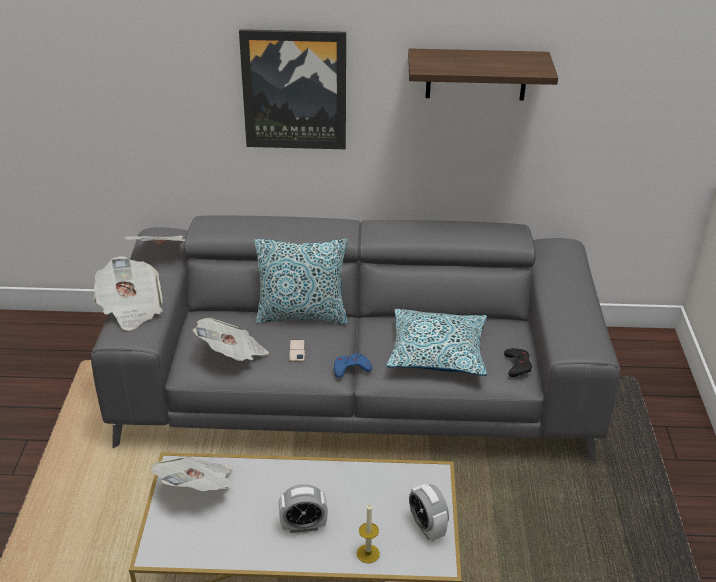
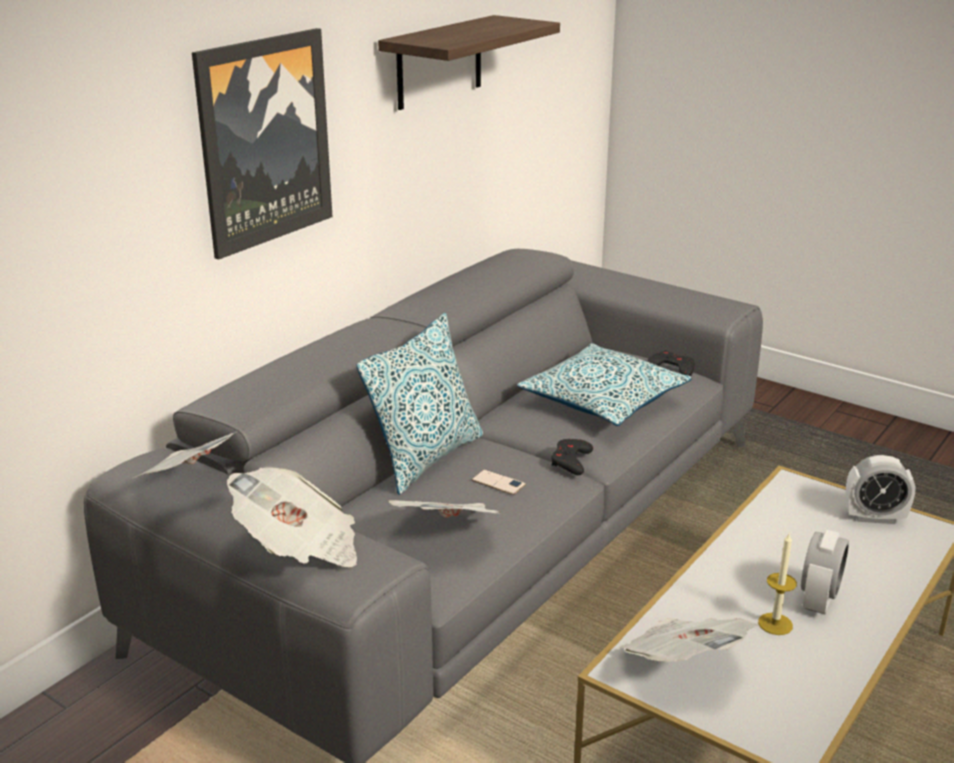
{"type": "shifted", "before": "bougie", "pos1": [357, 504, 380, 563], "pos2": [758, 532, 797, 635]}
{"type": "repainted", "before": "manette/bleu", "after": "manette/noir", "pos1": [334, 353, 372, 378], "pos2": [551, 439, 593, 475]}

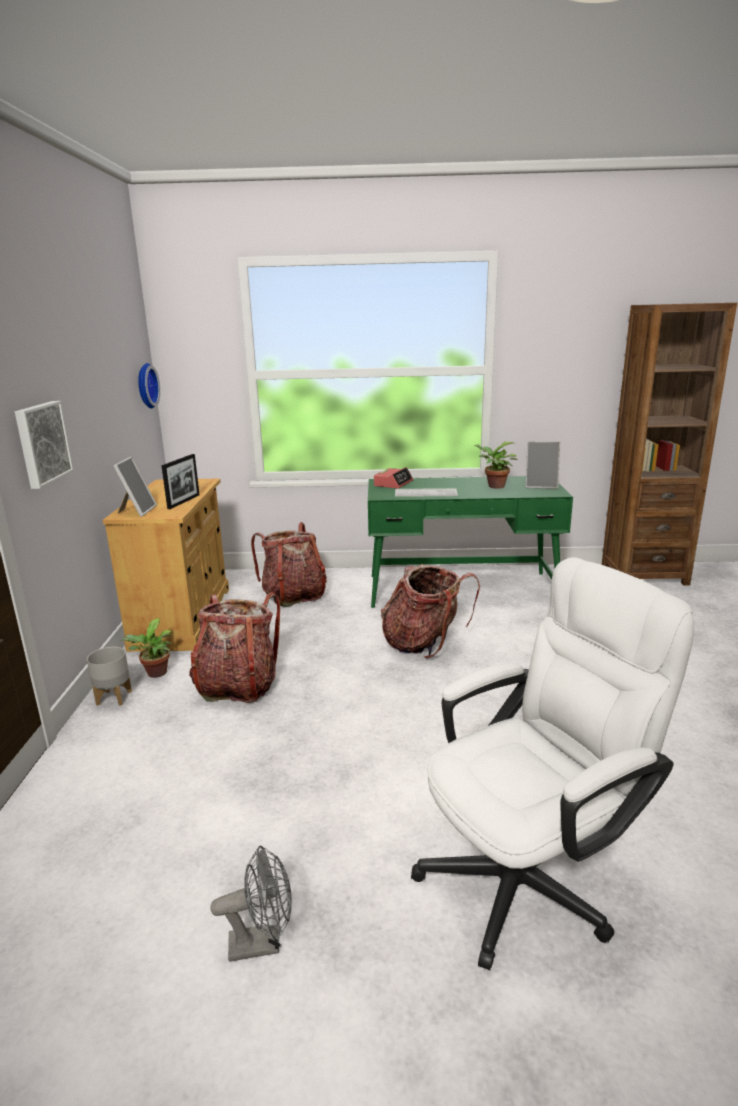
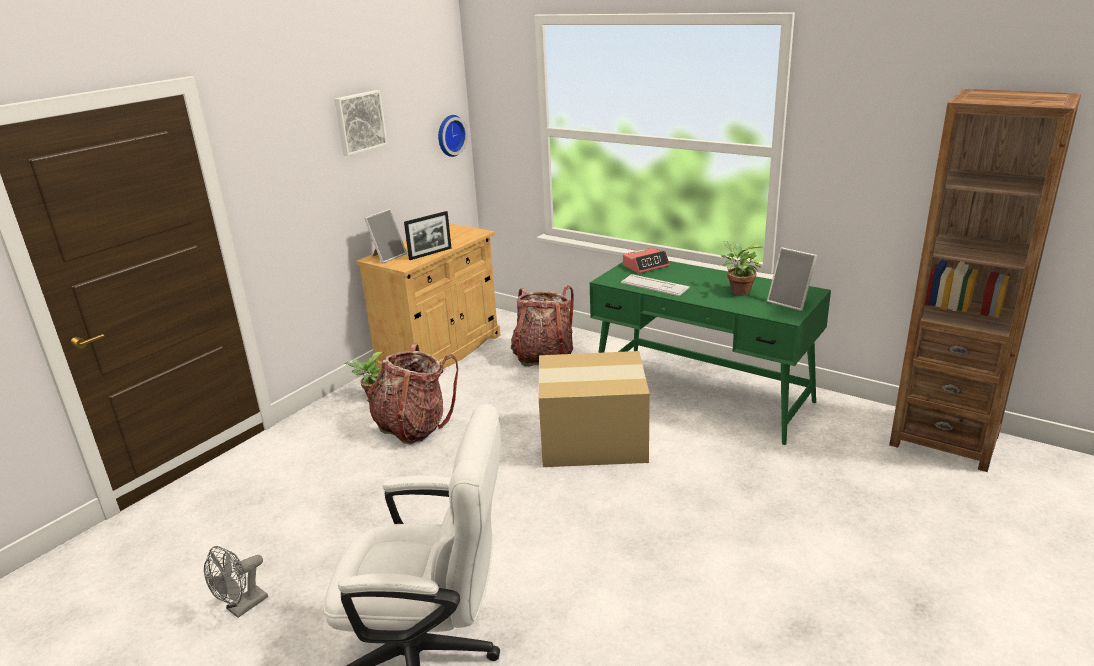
{"type": "gone", "before": "cache-pot/gris", "pos1": [87, 647, 132, 706]}
{"type": "shifted", "before": "tableau", "pos1": [15, 401, 74, 489], "pos2": [334, 90, 388, 156]}
{"type": "swapped", "before": "sac à dos", "after": "carton", "pos1": [381, 564, 480, 659], "pos2": [539, 351, 650, 467]}
{"type": "rotated", "before": "ventilateur/gris", "pos1": [210, 845, 292, 962], "pos2": [204, 546, 268, 618], "turn": 105}

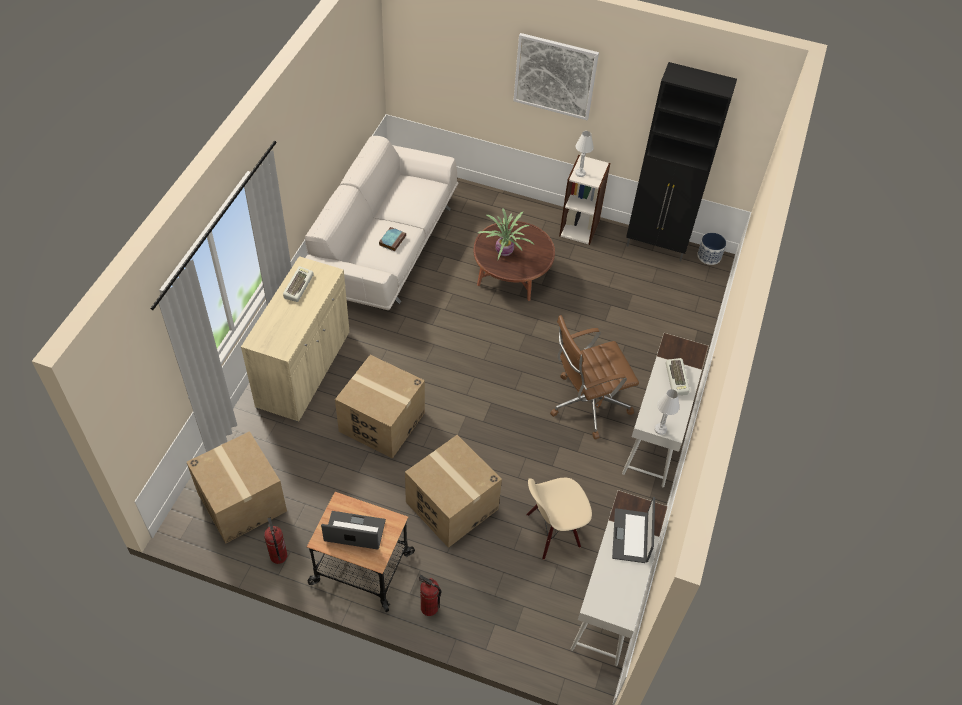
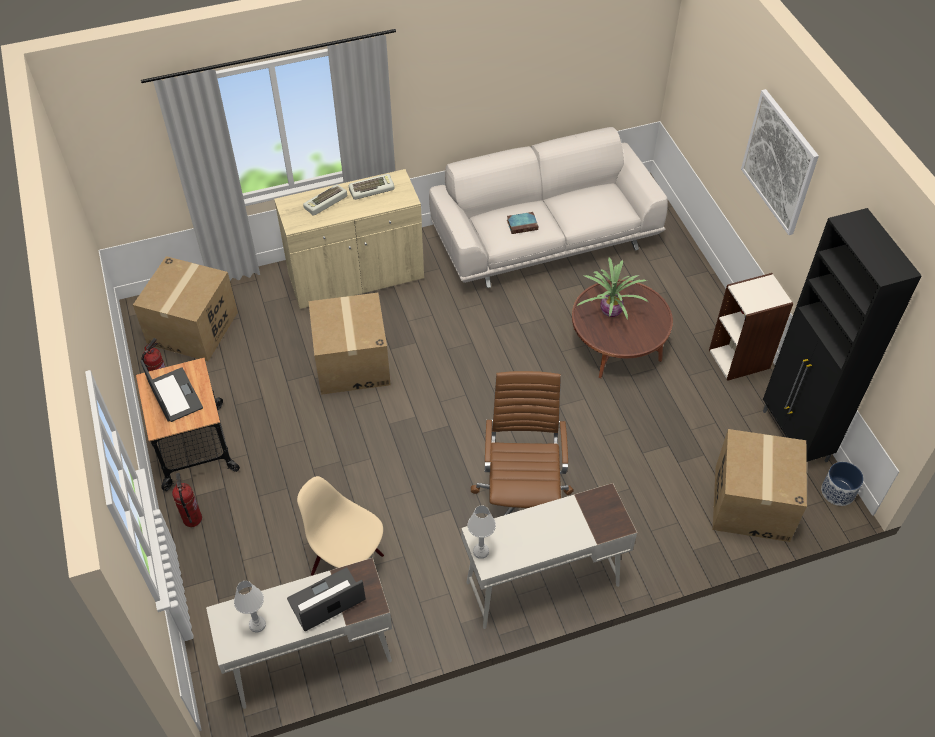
{"type": "shifted", "before": "carton", "pos1": [405, 435, 502, 548], "pos2": [712, 429, 807, 542]}
{"type": "shifted", "before": "lampe de table/blanc", "pos1": [575, 131, 594, 177], "pos2": [234, 581, 266, 633]}
{"type": "shifted", "before": "clavier", "pos1": [666, 358, 690, 395], "pos2": [303, 184, 347, 216]}
{"type": "rotated", "before": "chaise de bureau/marron", "pos1": [550, 315, 639, 440], "pos2": [471, 371, 574, 515], "turn": 60}

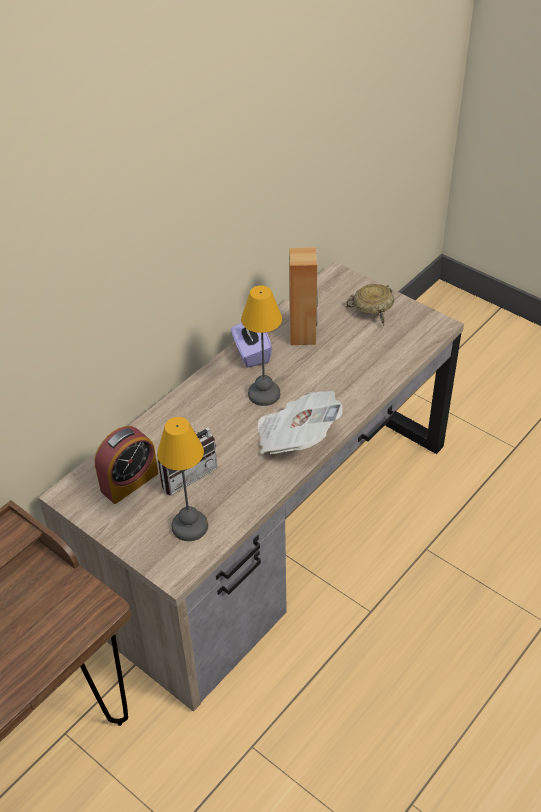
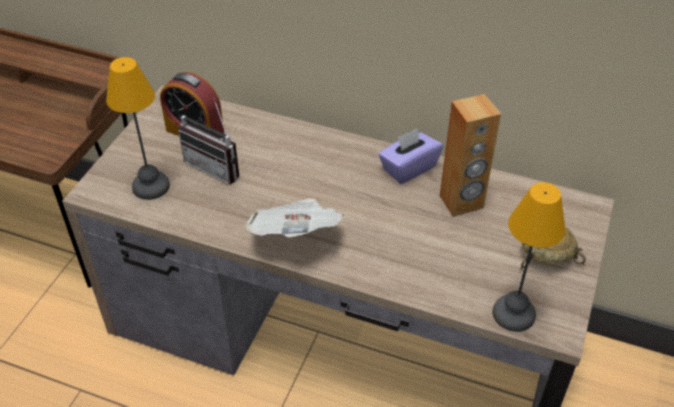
{"type": "shifted", "before": "lampe de table", "pos1": [241, 286, 282, 406], "pos2": [492, 182, 566, 332]}

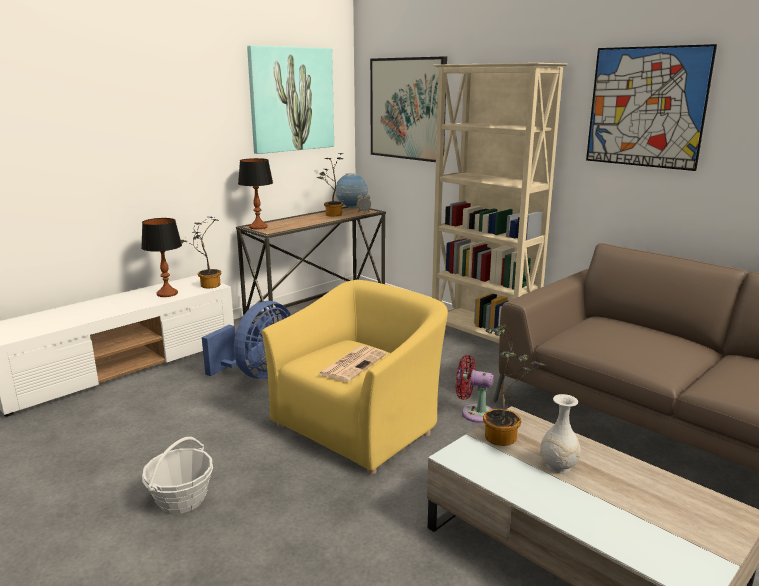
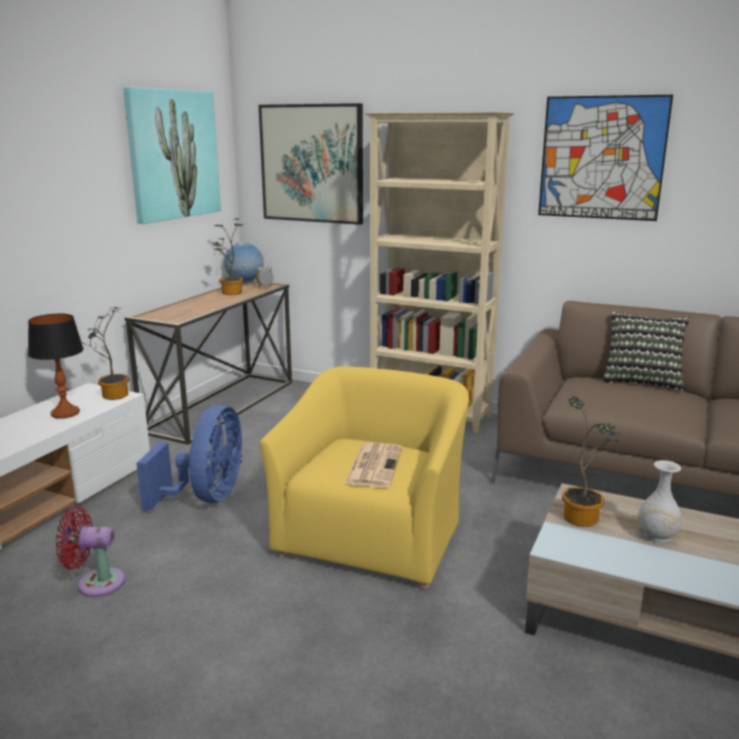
{"type": "gone", "before": "panier", "pos1": [142, 437, 213, 514]}
{"type": "gone", "before": "lampe de table", "pos1": [238, 158, 273, 229]}
{"type": "new", "after": "coussin", "pos2": [602, 311, 691, 392]}
{"type": "shifted", "before": "ventilateur/rouge", "pos1": [456, 355, 494, 423], "pos2": [56, 507, 125, 597]}

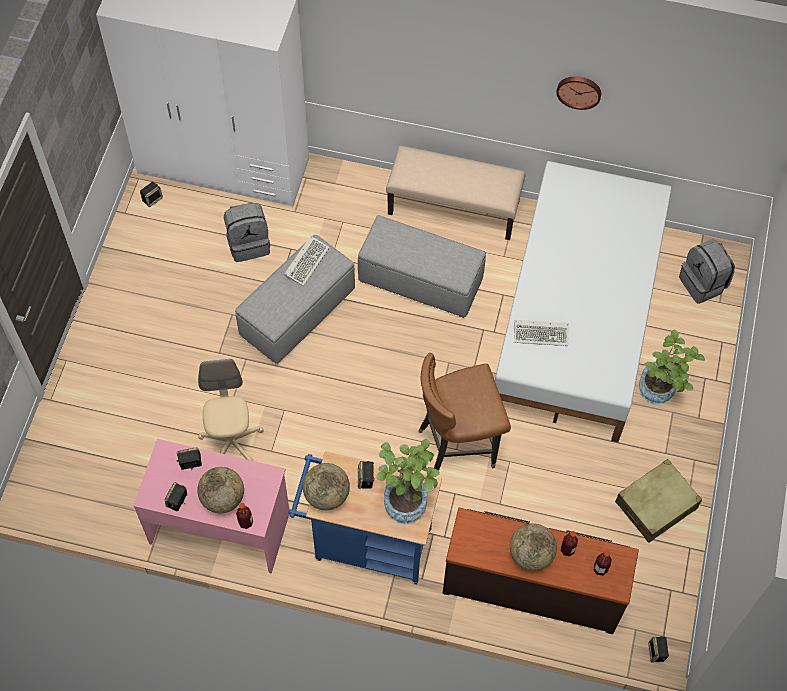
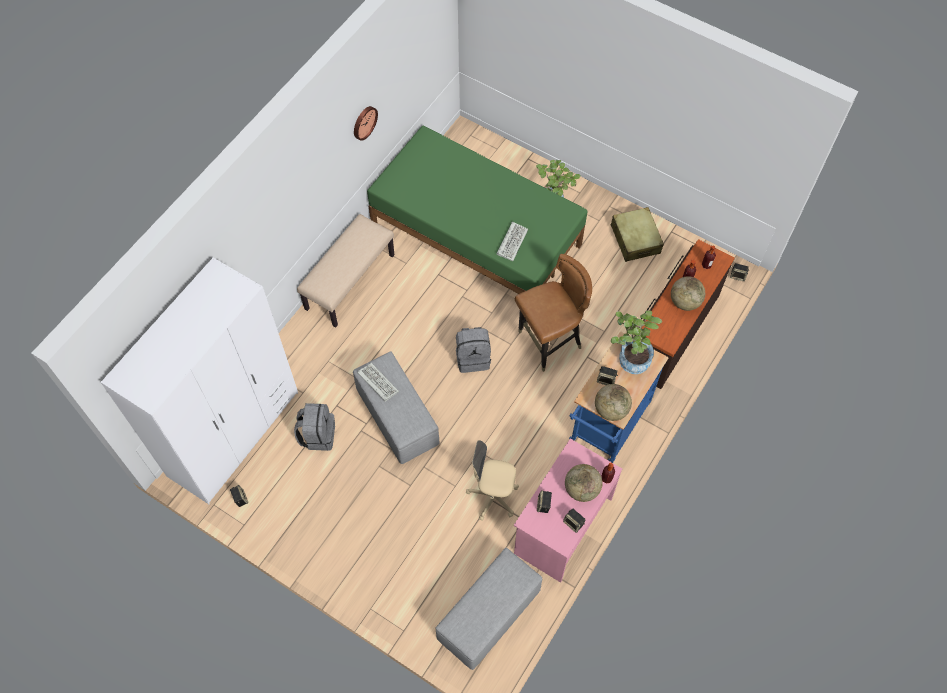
{"type": "shifted", "before": "pouf/gris", "pos1": [358, 215, 486, 318], "pos2": [435, 548, 542, 670]}
{"type": "shifted", "before": "sac à dos/gris", "pos1": [679, 239, 735, 304], "pos2": [456, 327, 491, 373]}
{"type": "repainted", "before": "lit/blanc", "after": "lit/vert", "pos1": [495, 161, 672, 442], "pos2": [367, 126, 587, 294]}
{"type": "rotated", "before": "chaise/marron", "pos1": [418, 353, 511, 471], "pos2": [515, 254, 592, 372], "turn": -120}

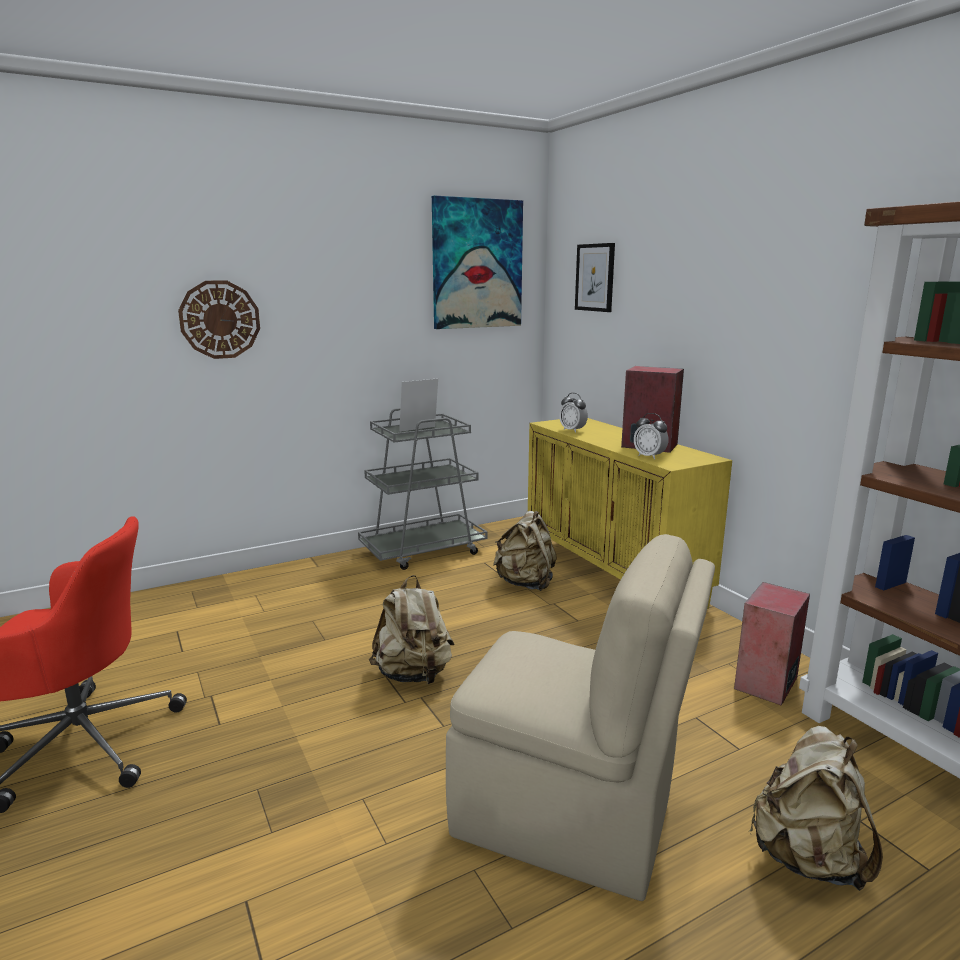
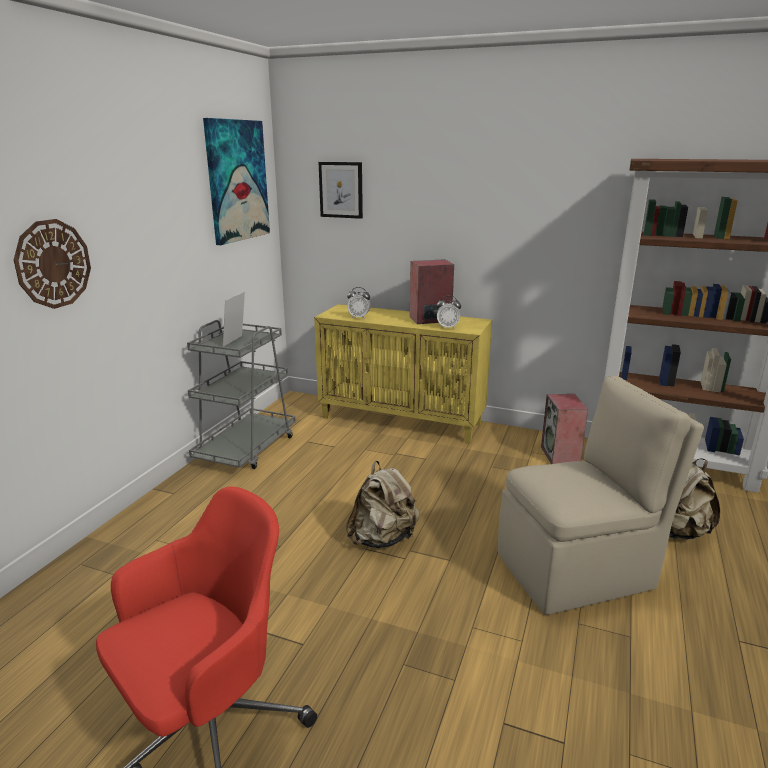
{"type": "gone", "before": "sac à dos/beige", "pos1": [493, 511, 557, 591]}

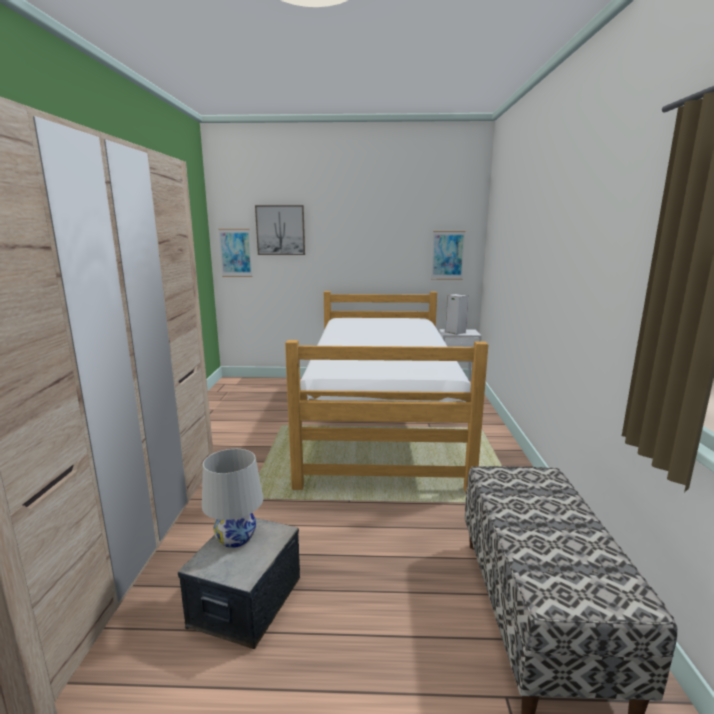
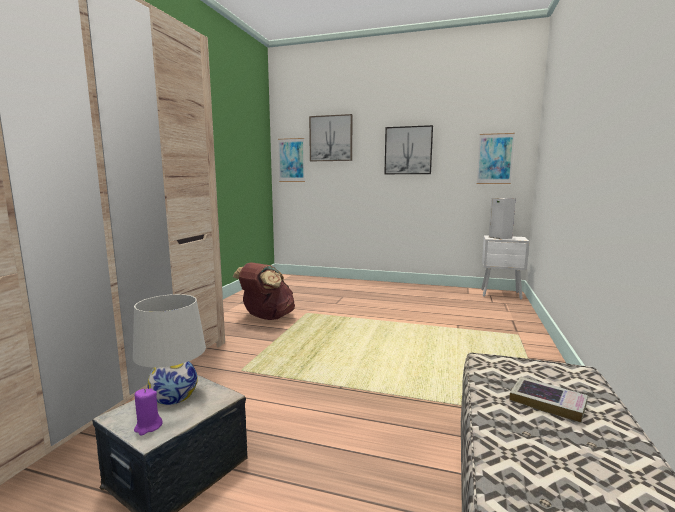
{"type": "gone", "before": "lit", "pos1": [285, 291, 488, 493]}
{"type": "new", "after": "bougie/violet", "pos2": [134, 389, 163, 436]}
{"type": "new", "after": "sac à dos/marron", "pos2": [232, 262, 295, 320]}
{"type": "new", "after": "tableau", "pos2": [384, 125, 433, 174]}
{"type": "new", "after": "livre", "pos2": [509, 376, 588, 423]}

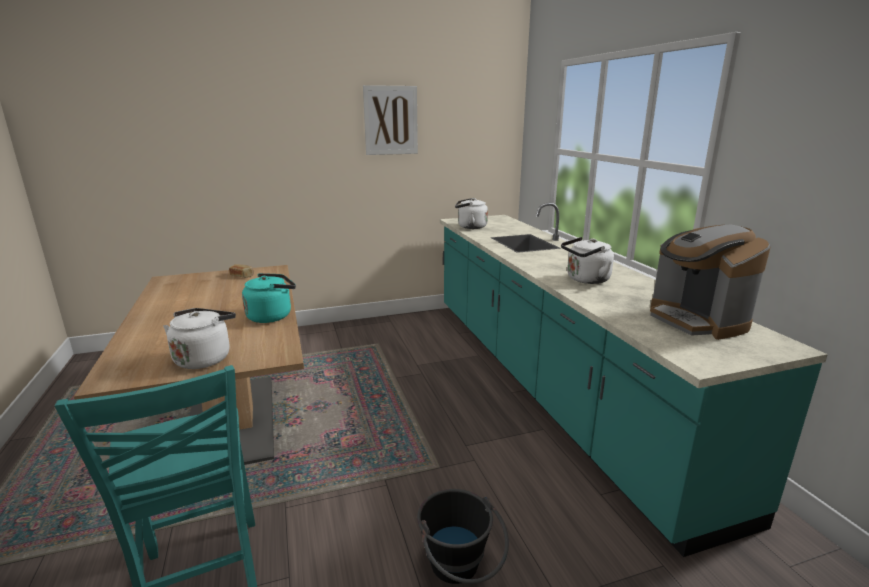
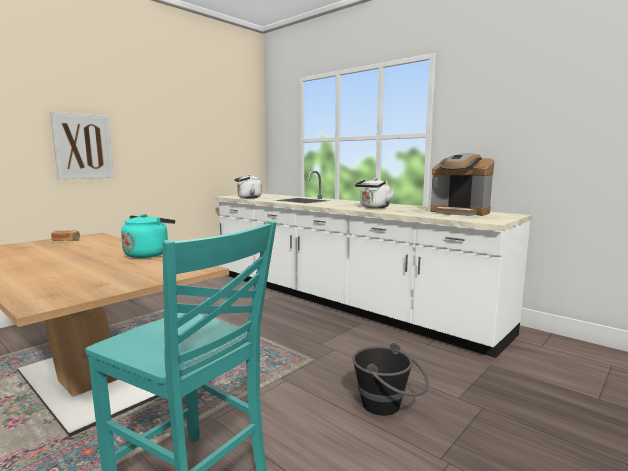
{"type": "gone", "before": "bouilloire/blanc", "pos1": [163, 308, 236, 369]}
{"type": "shifted", "before": "tableau", "pos1": [363, 85, 418, 155], "pos2": [50, 112, 114, 179]}
{"type": "repainted", "before": "comptoir de cuisine/turquoise", "after": "comptoir de cuisine/blanc", "pos1": [440, 203, 828, 557], "pos2": [215, 171, 532, 358]}

